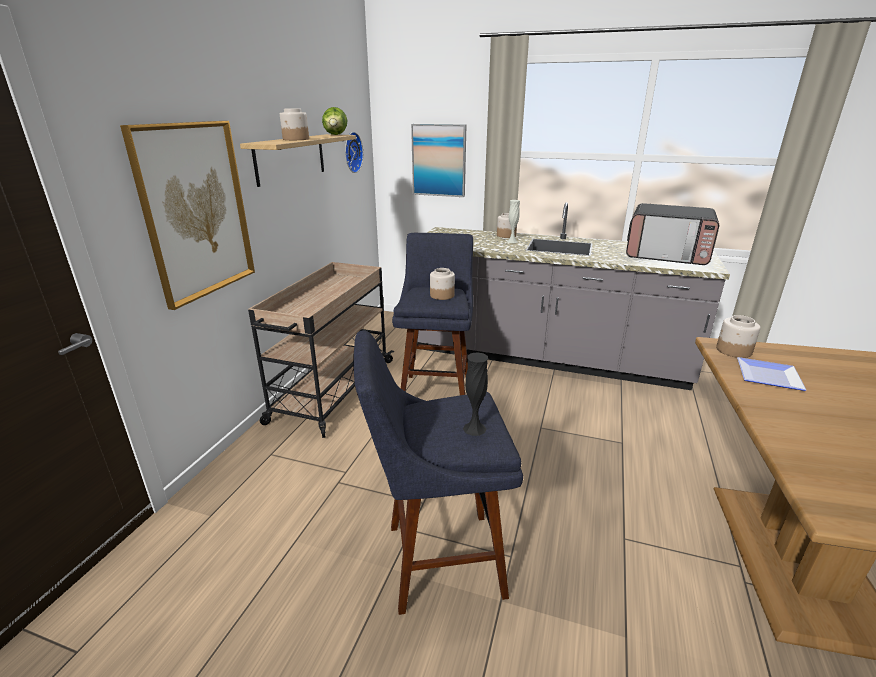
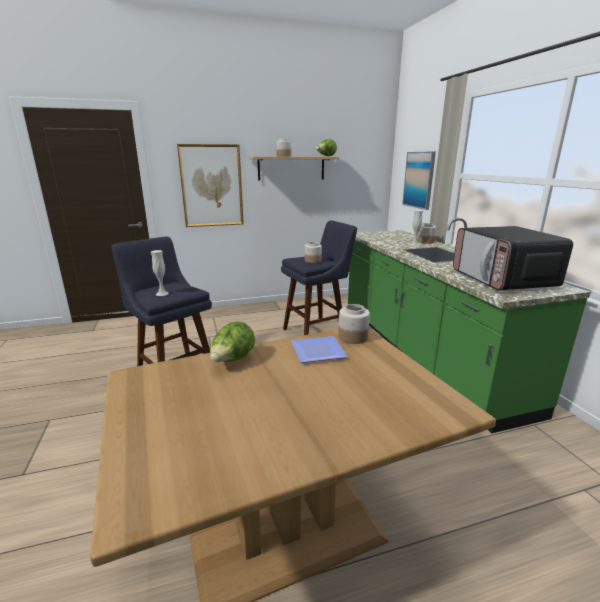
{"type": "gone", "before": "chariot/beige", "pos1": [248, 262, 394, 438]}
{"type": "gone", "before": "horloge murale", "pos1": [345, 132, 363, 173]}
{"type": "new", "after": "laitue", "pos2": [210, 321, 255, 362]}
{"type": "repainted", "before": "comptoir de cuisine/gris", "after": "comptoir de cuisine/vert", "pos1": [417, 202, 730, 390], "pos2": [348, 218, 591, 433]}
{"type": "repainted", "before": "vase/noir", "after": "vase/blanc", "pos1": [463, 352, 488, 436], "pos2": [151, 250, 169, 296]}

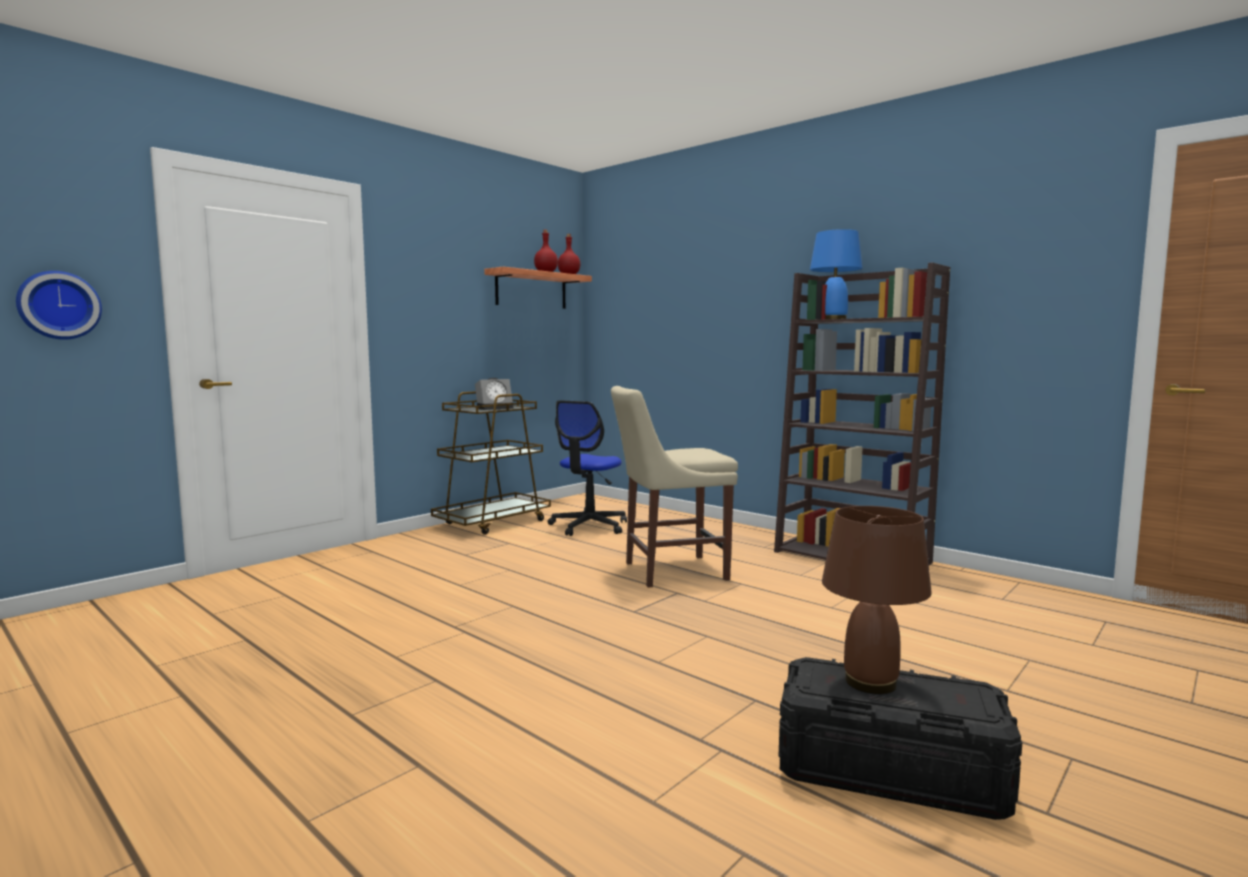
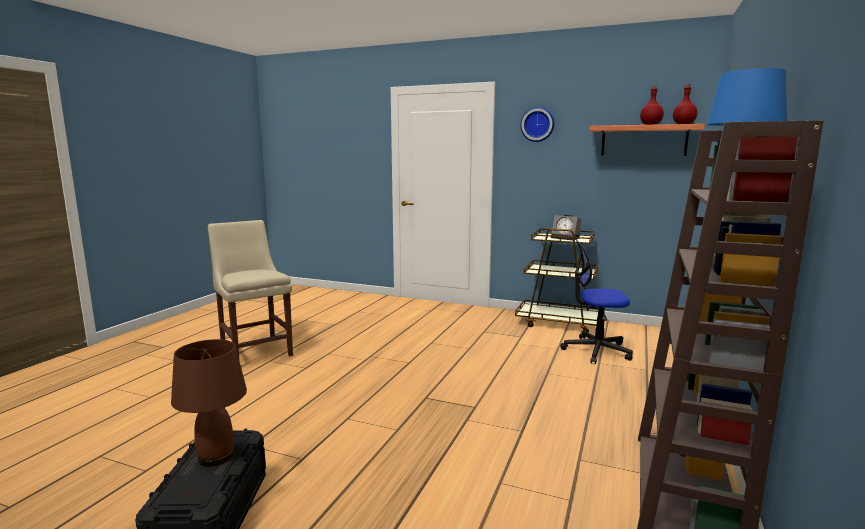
{"type": "shifted", "before": "horloge murale", "pos1": [16, 271, 102, 340], "pos2": [521, 107, 554, 142]}
{"type": "shifted", "before": "chaise/beige", "pos1": [611, 386, 738, 588], "pos2": [208, 220, 293, 361]}

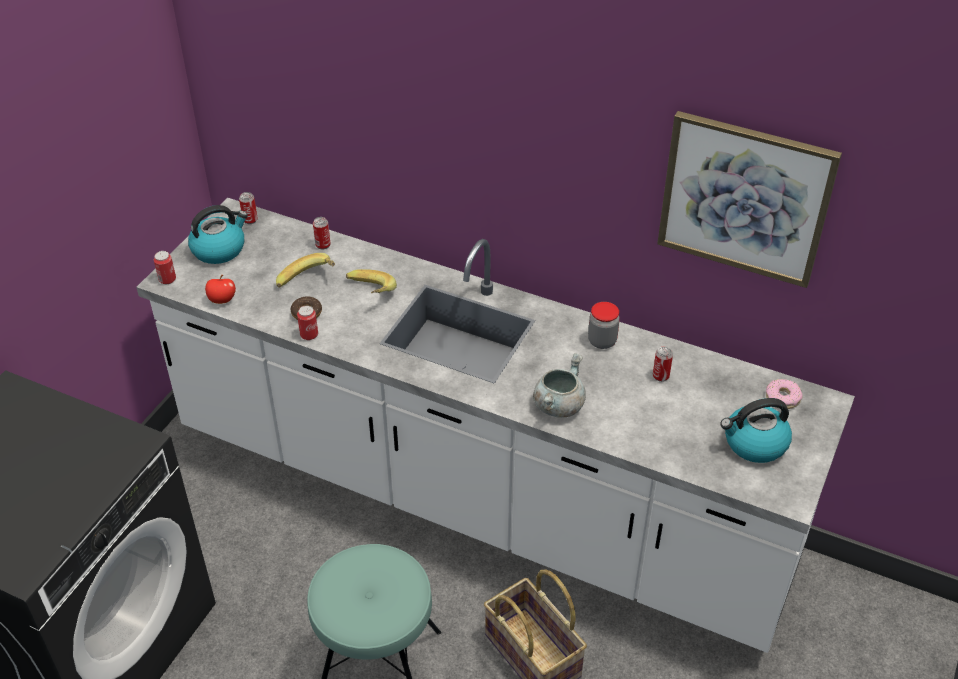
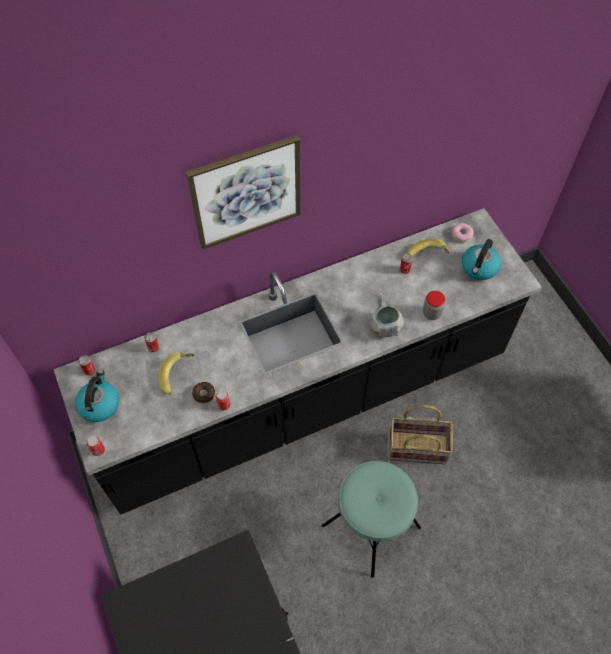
{"type": "gone", "before": "pomme", "pos1": [205, 275, 236, 304]}
{"type": "shifted", "before": "banane", "pos1": [346, 269, 397, 294], "pos2": [407, 238, 450, 256]}
{"type": "shifted", "before": "bocal", "pos1": [588, 302, 620, 349], "pos2": [423, 291, 445, 320]}
{"type": "shifted", "before": "tableau", "pos1": [657, 111, 842, 288], "pos2": [186, 135, 301, 250]}
{"type": "repainted", "before": "comptoir de cuisine/blanc", "after": "comptoir de cuisine/noir", "pos1": [136, 198, 855, 653], "pos2": [54, 208, 542, 515]}

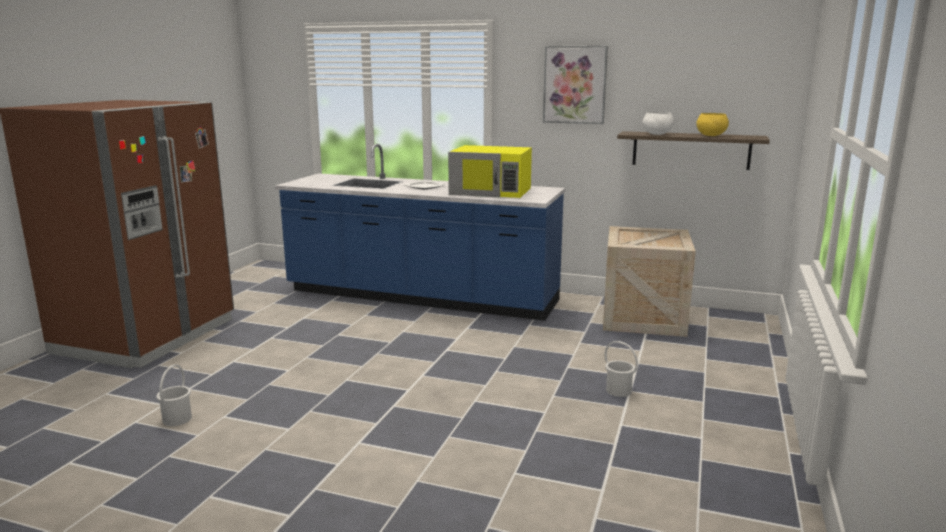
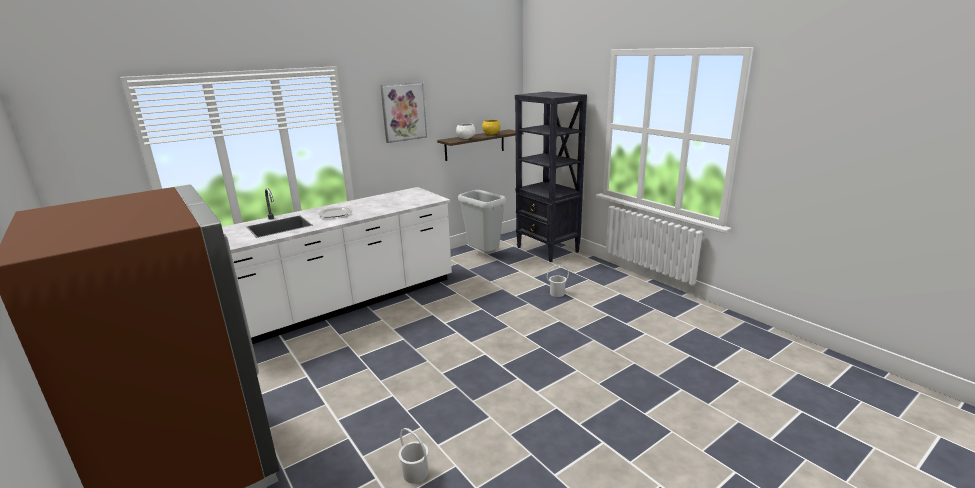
{"type": "gone", "before": "micro-ondes/jaune", "pos1": [448, 145, 532, 198]}
{"type": "new", "after": "bibliothèque/noir", "pos2": [515, 91, 587, 262]}
{"type": "swapped", "before": "caisse", "after": "poubelle/gris", "pos1": [603, 226, 696, 337], "pos2": [458, 190, 506, 252]}
{"type": "repainted", "before": "comptoir de cuisine/bleu", "after": "comptoir de cuisine/blanc", "pos1": [275, 144, 565, 321], "pos2": [222, 187, 452, 344]}

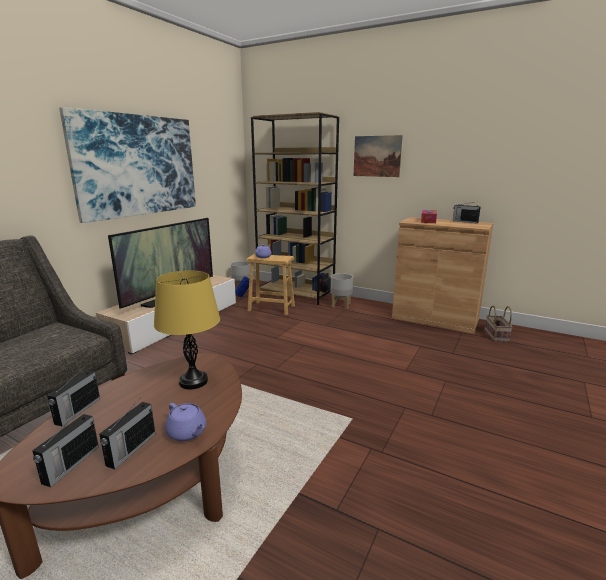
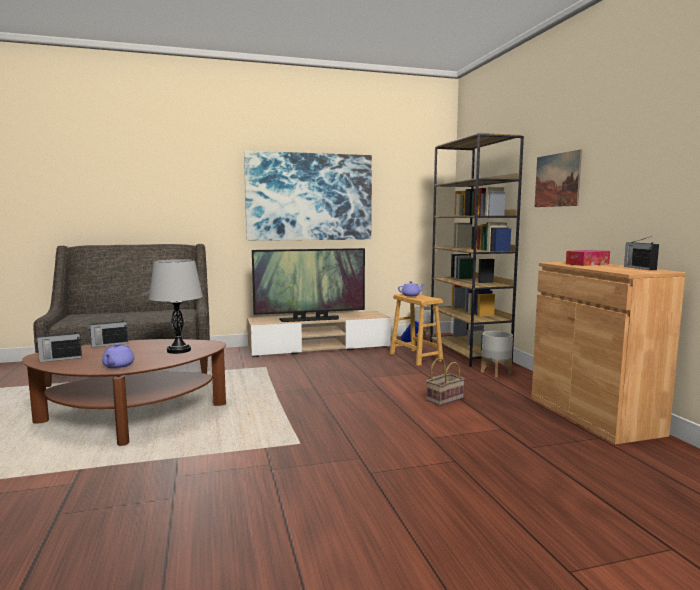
{"type": "gone", "before": "radio", "pos1": [99, 401, 155, 470]}
{"type": "shifted", "before": "panier", "pos1": [485, 306, 513, 342], "pos2": [426, 358, 465, 406]}
{"type": "repainted", "before": "lampe de table/jaune", "after": "lampe de table/gris", "pos1": [154, 270, 220, 389], "pos2": [149, 259, 203, 354]}

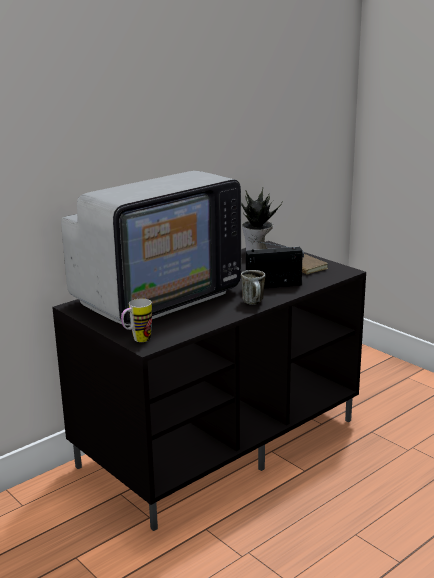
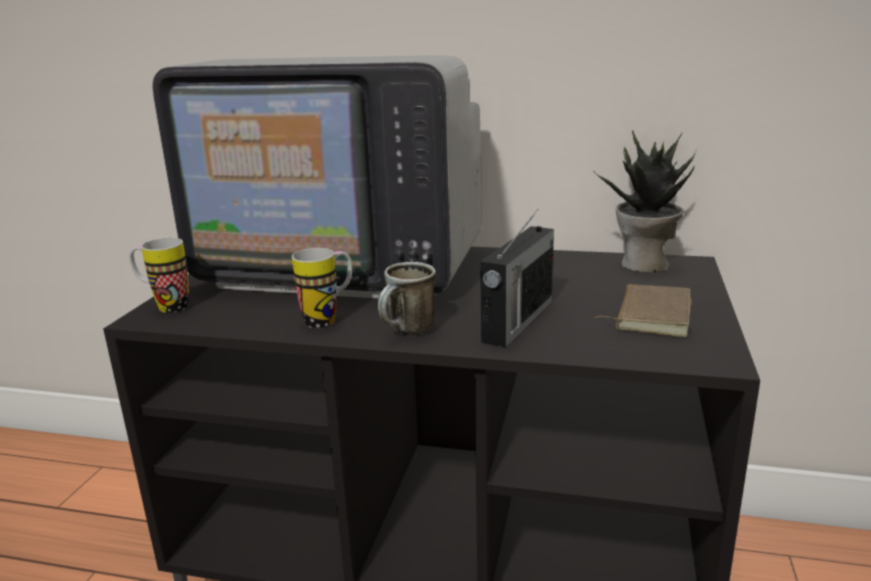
{"type": "new", "after": "mug", "pos2": [292, 248, 352, 328]}
{"type": "rotated", "before": "radio", "pos1": [246, 241, 304, 288], "pos2": [480, 209, 554, 348], "turn": 75}

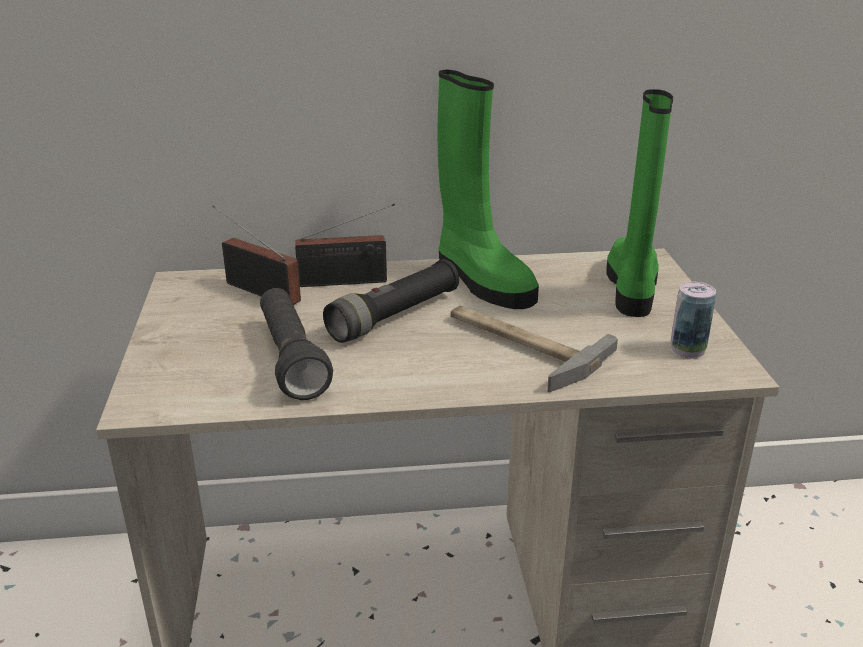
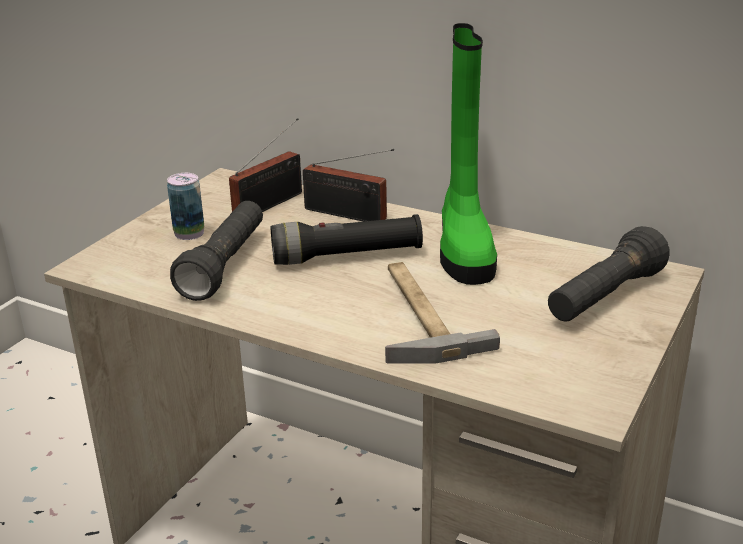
{"type": "shifted", "before": "boîte métallique", "pos1": [671, 282, 716, 358], "pos2": [167, 173, 204, 240]}
{"type": "swapped", "before": "botte/vert", "after": "lampe de poche/noir", "pos1": [606, 89, 673, 317], "pos2": [548, 226, 669, 322]}
{"type": "rotated", "before": "radio", "pos1": [212, 205, 301, 305], "pos2": [229, 118, 302, 212], "turn": 60}

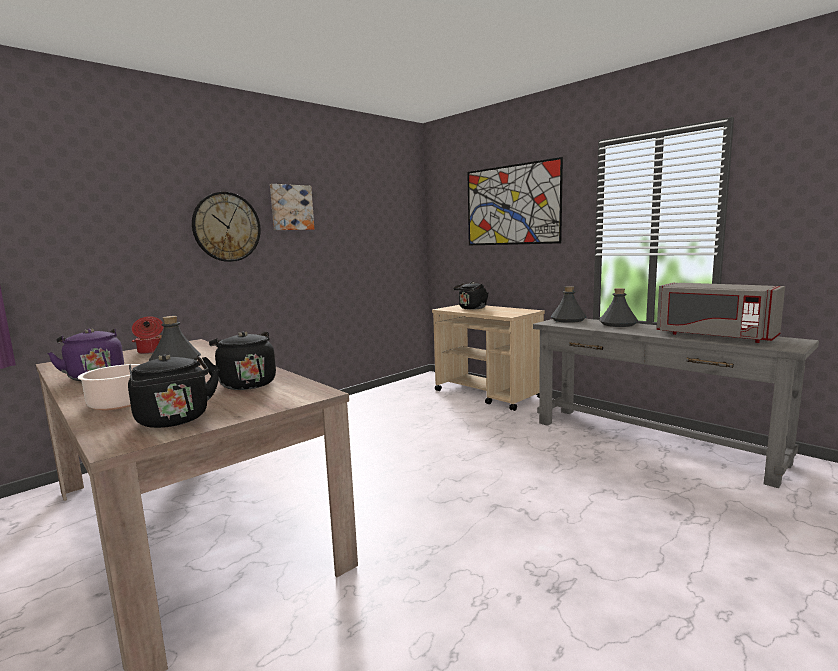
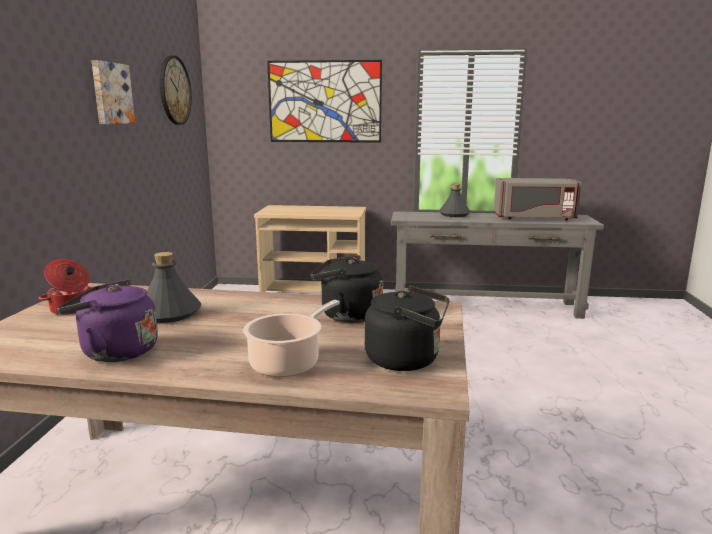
{"type": "gone", "before": "bouilloire/noir", "pos1": [453, 282, 489, 310]}
{"type": "gone", "before": "bouteille/gris", "pos1": [551, 286, 586, 323]}
{"type": "shifted", "before": "horloge murale", "pos1": [192, 192, 261, 262], "pos2": [160, 55, 192, 125]}

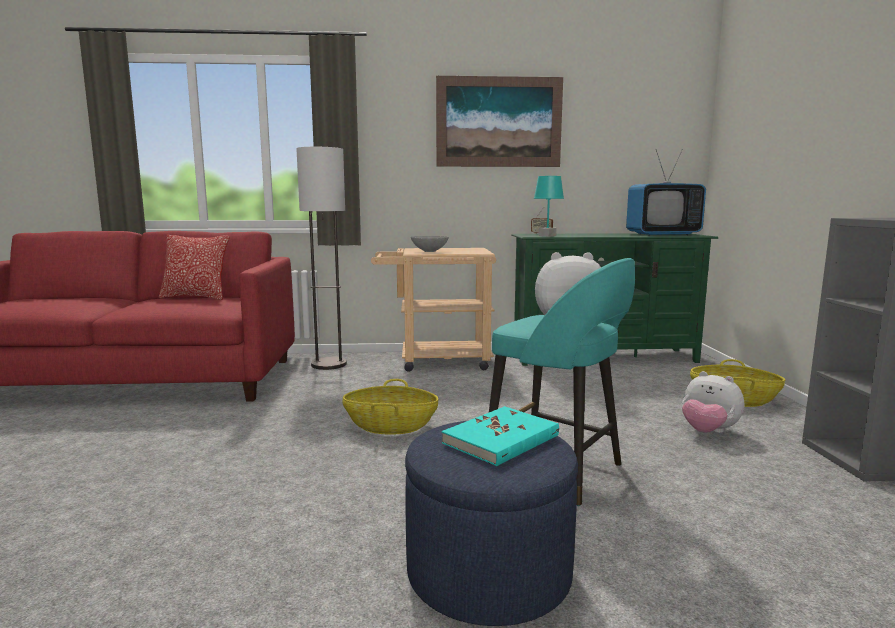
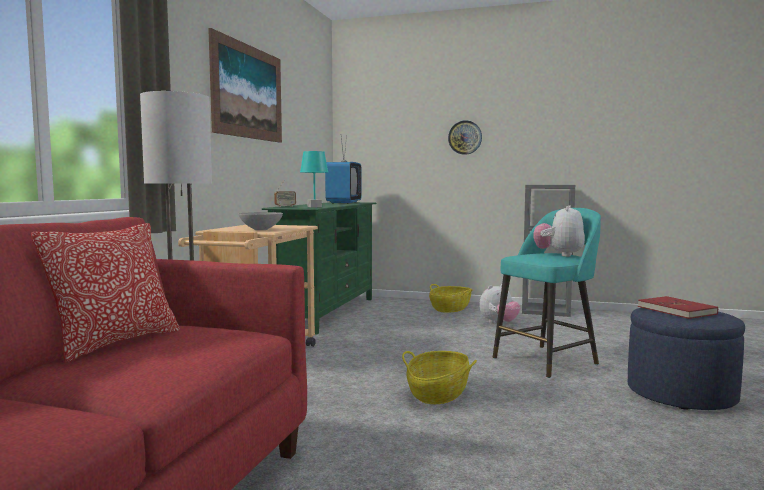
{"type": "new", "after": "horloge murale", "pos2": [448, 120, 482, 155]}
{"type": "repainted", "before": "livre/turquoise", "after": "livre/rouge", "pos1": [442, 406, 559, 466], "pos2": [638, 296, 718, 319]}

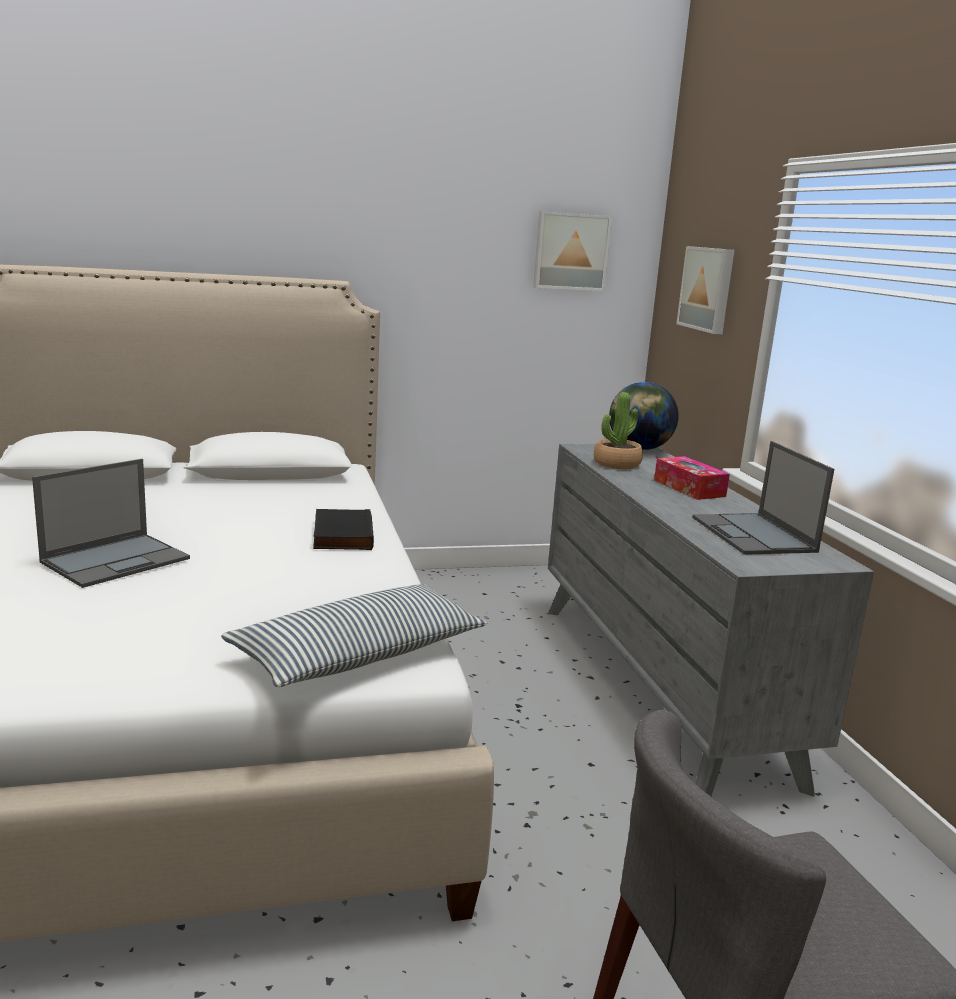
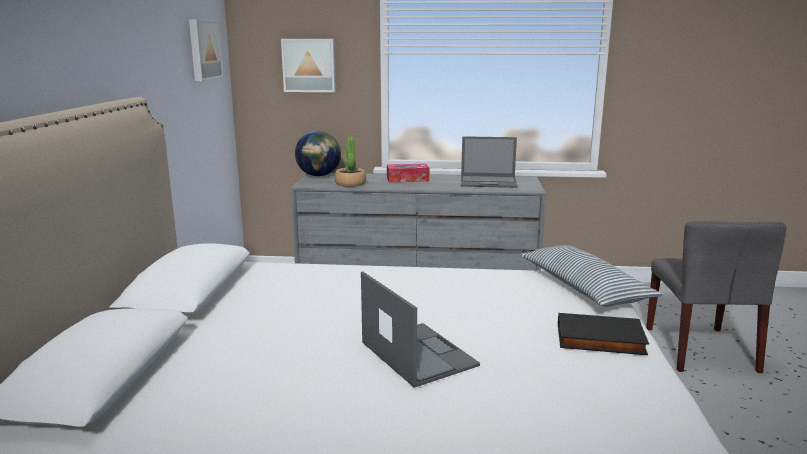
{"type": "shifted", "before": "livre/noir", "pos1": [313, 509, 374, 550], "pos2": [558, 313, 649, 355]}

